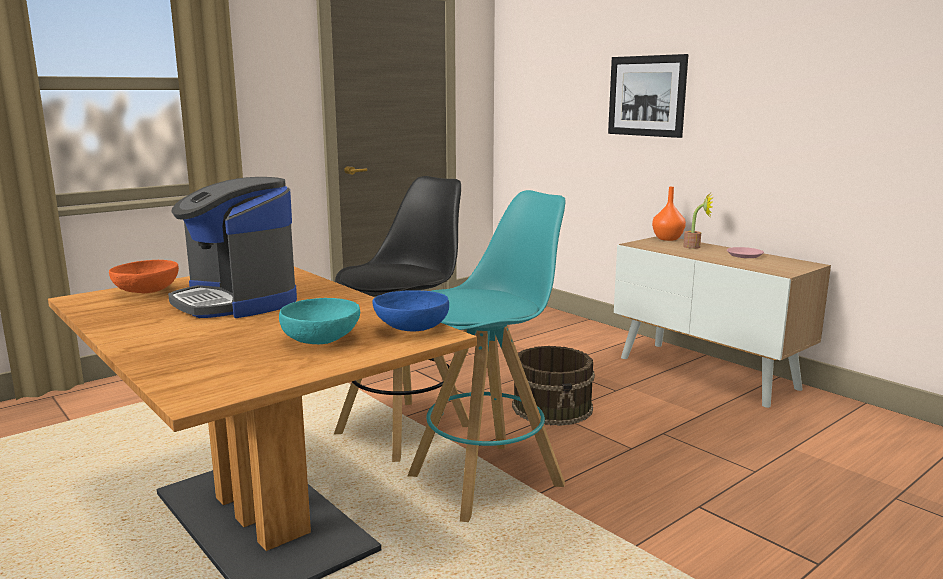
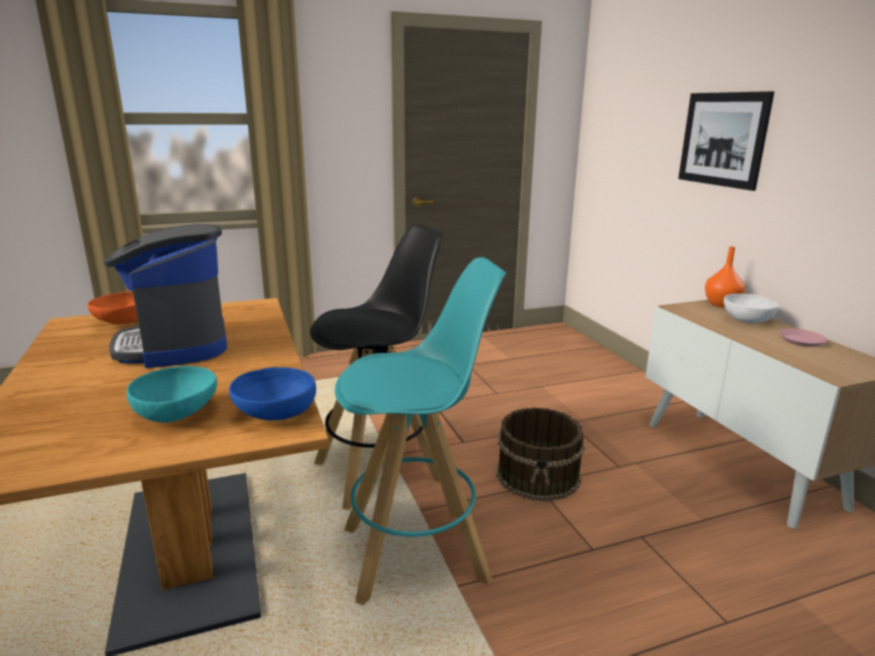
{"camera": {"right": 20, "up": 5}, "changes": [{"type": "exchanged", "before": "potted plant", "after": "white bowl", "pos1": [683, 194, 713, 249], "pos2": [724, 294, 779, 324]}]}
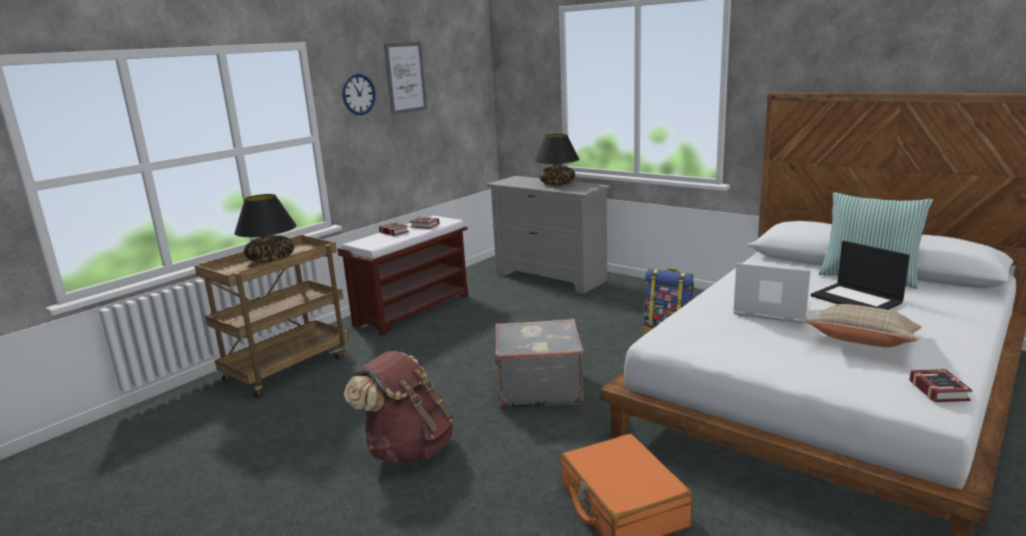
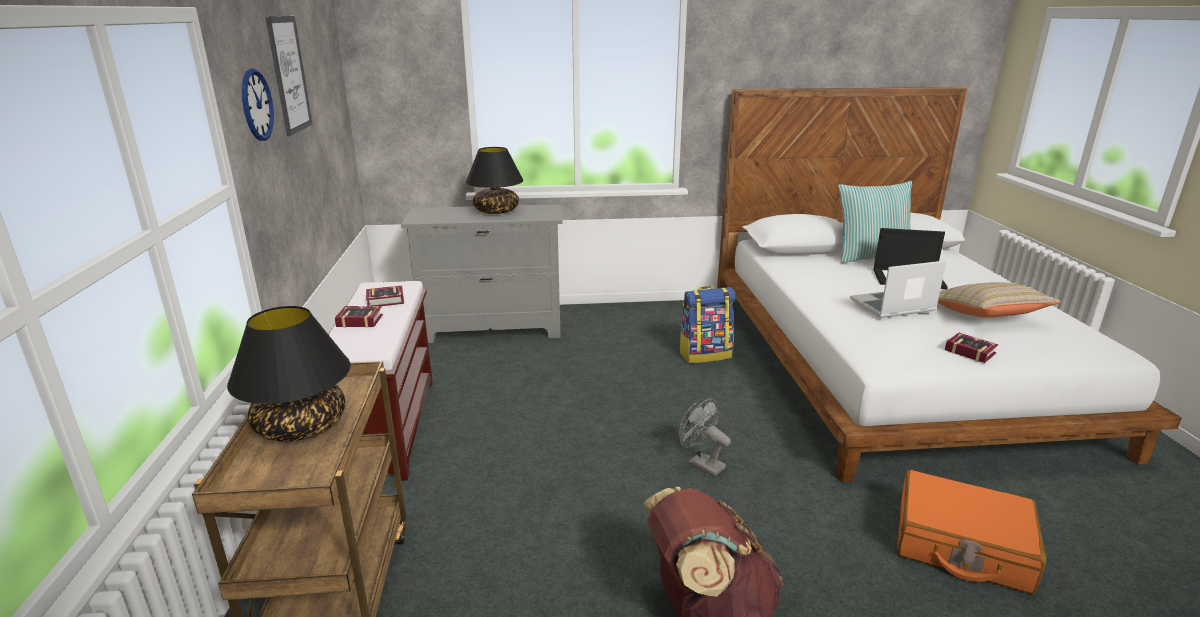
{"camera": {"right": -45, "up": 5}, "changes": [{"type": "exchanged", "before": "grey suitcase", "after": "grey fan", "pos1": [495, 319, 584, 409], "pos2": [679, 398, 731, 476]}, {"type": "relocated", "before": "book", "pos1": [909, 369, 973, 402], "pos2": [945, 332, 998, 363]}]}
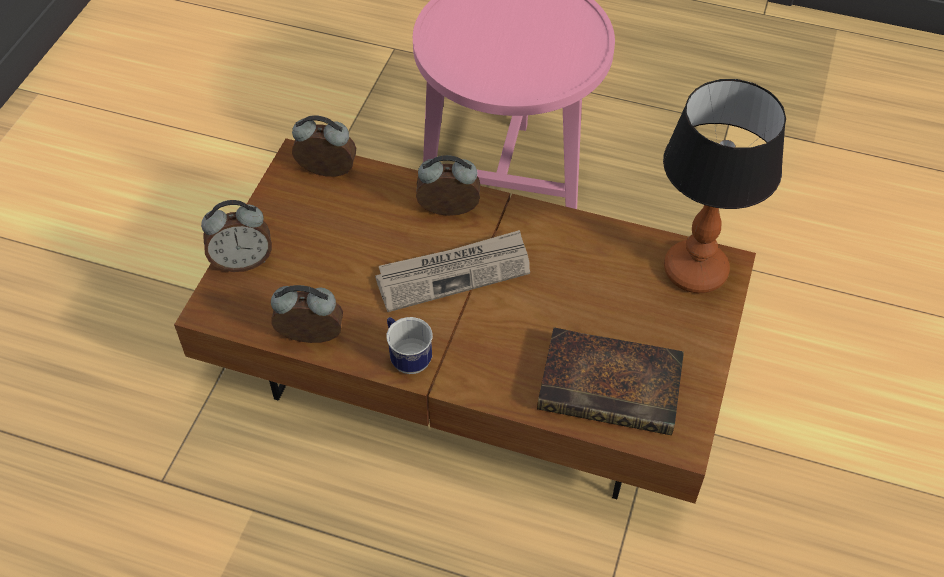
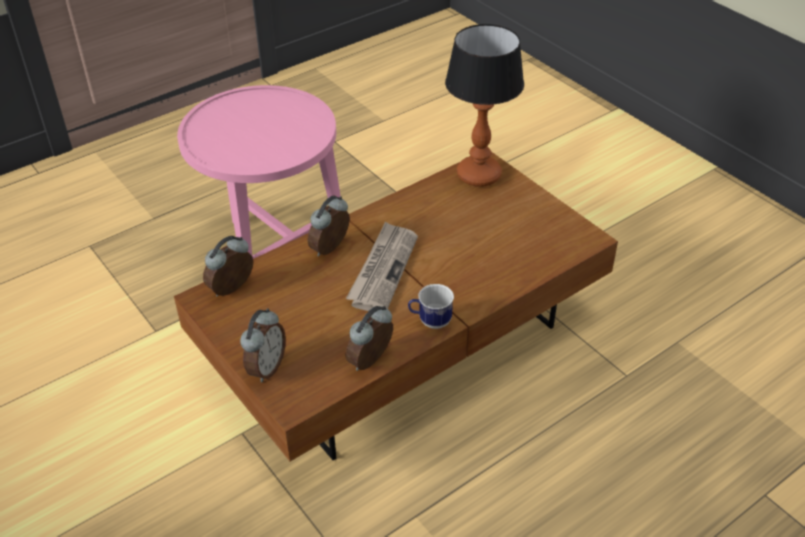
{"camera": {"right": -55, "up": -10}, "changes": [{"type": "missing", "before": "book", "pos1": [537, 327, 684, 435]}]}
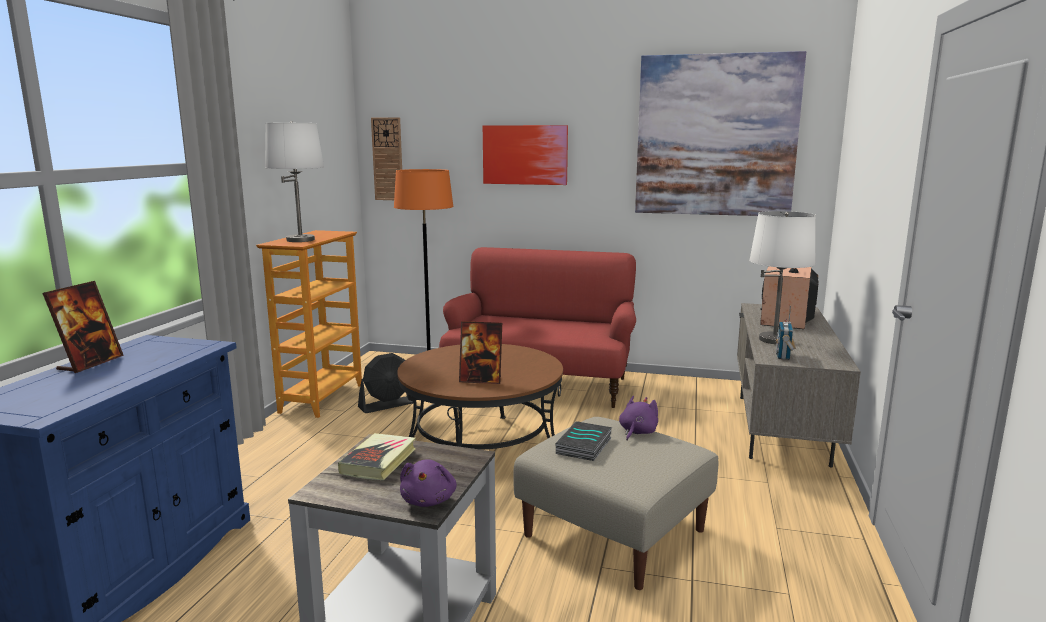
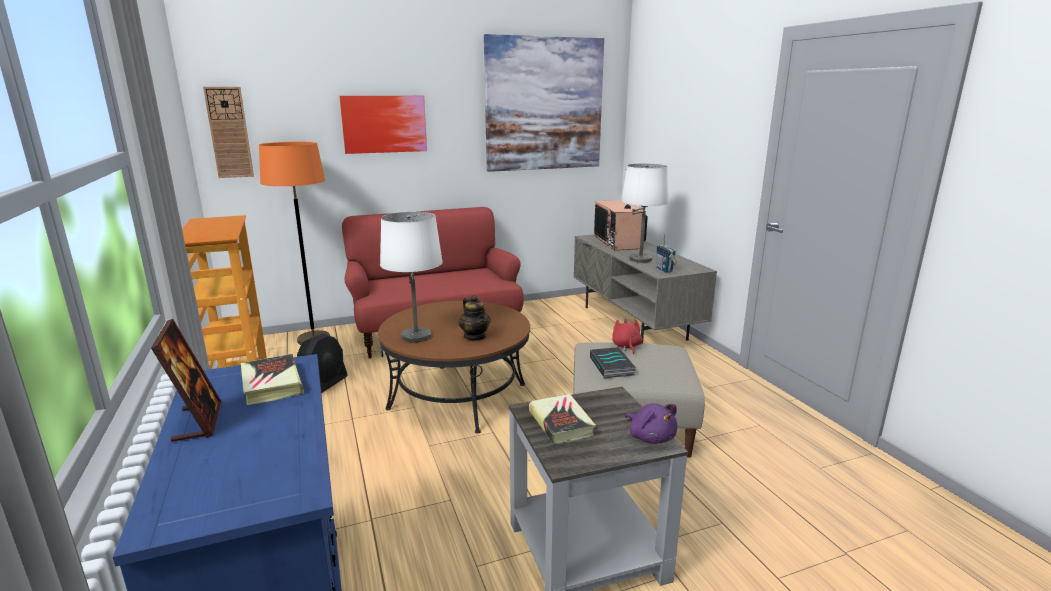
{"camera": {"right": -35, "up": 5}, "changes": [{"type": "appeared", "after": "book", "pos2": [241, 354, 304, 405]}, {"type": "relocated", "before": "white table lamp", "pos1": [265, 121, 324, 242], "pos2": [380, 212, 443, 342]}, {"type": "exchanged", "before": "picture frame", "after": "teapot", "pos1": [459, 321, 502, 384], "pos2": [459, 295, 490, 340]}, {"type": "colour", "before": "purple plush toy", "after": "red plush toy", "pos1": [619, 396, 658, 441], "pos2": [612, 318, 643, 355]}]}
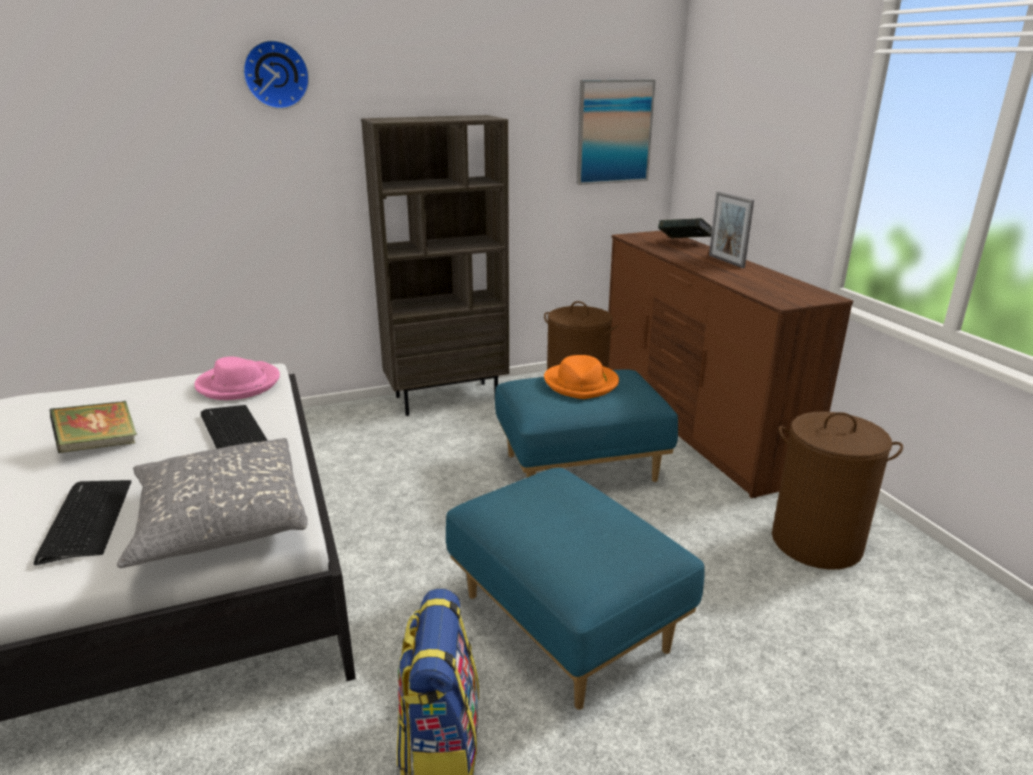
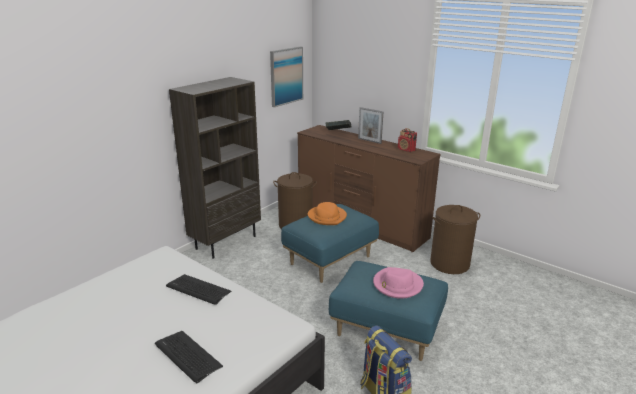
{"camera": {"right": -30, "up": 0}, "changes": [{"type": "relocated", "before": "pink hat", "pos1": [194, 356, 280, 400], "pos2": [373, 267, 424, 299]}, {"type": "appeared", "after": "radio", "pos2": [398, 128, 417, 152]}, {"type": "missing", "before": "book", "pos1": [49, 401, 137, 453]}, {"type": "missing", "before": "grey pillow", "pos1": [117, 438, 308, 568]}, {"type": "missing", "before": "wall clock", "pos1": [243, 40, 310, 109]}]}
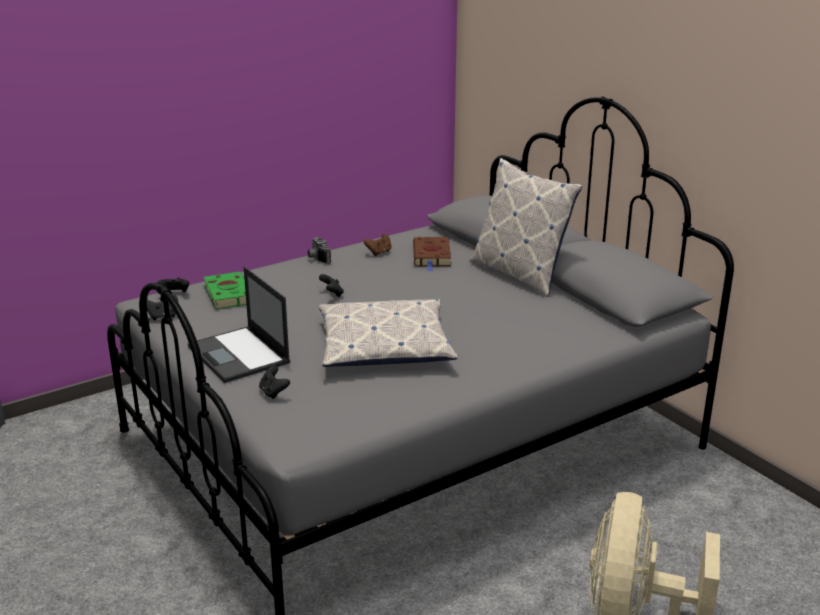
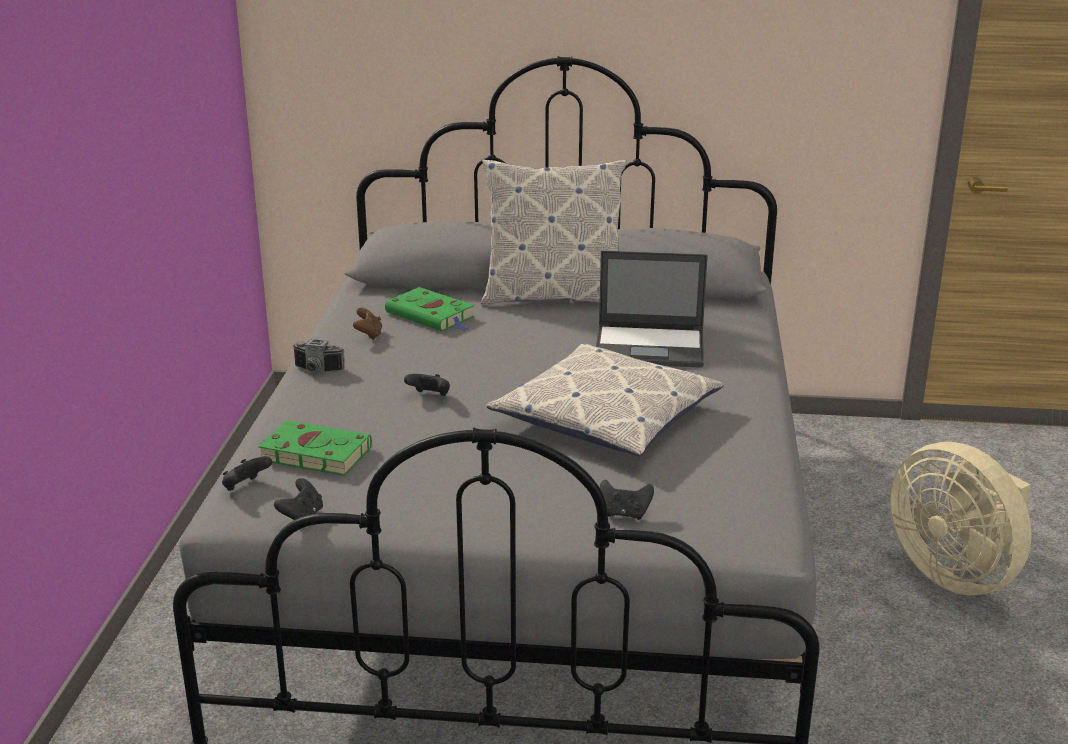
{"camera": {"right": -50, "up": 0}, "changes": [{"type": "colour", "before": "brown book", "after": "green book", "pos1": [413, 237, 451, 271], "pos2": [385, 287, 474, 331]}, {"type": "relocated", "before": "laptop", "pos1": [188, 267, 290, 383], "pos2": [596, 251, 708, 368]}]}
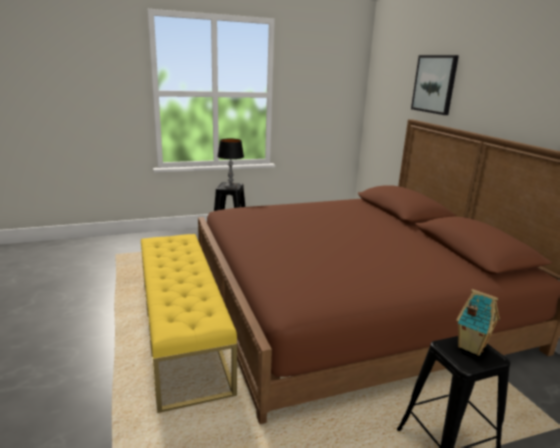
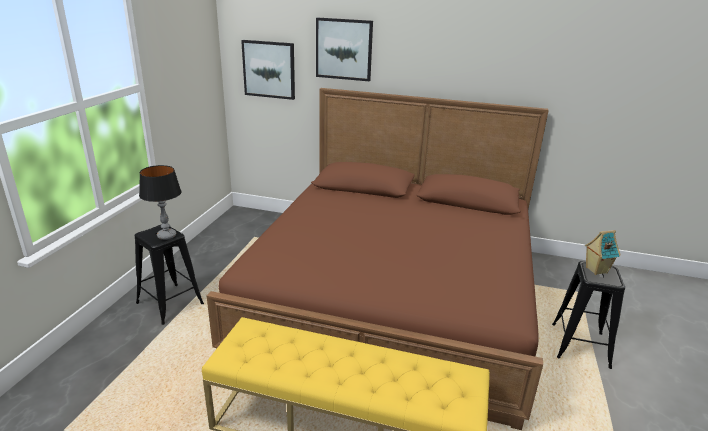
{"camera": {"right": -55, "up": 5}, "changes": [{"type": "appeared", "after": "picture", "pos2": [241, 40, 295, 100]}]}
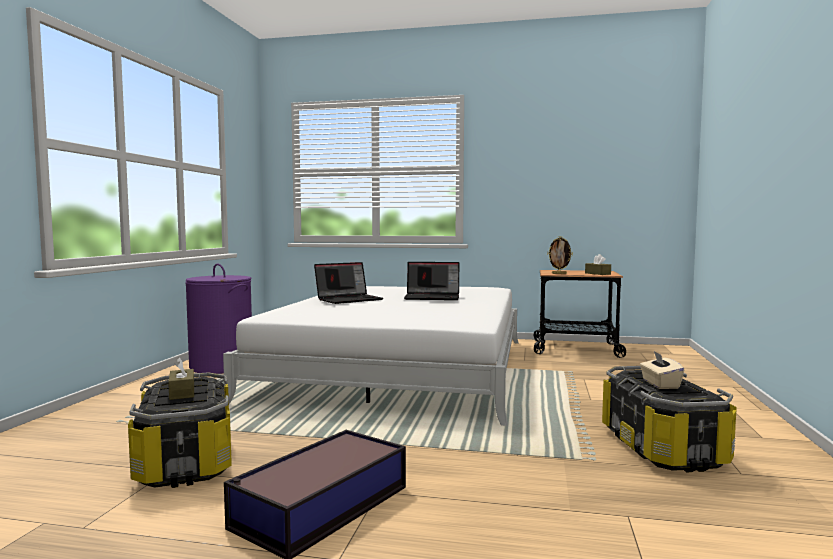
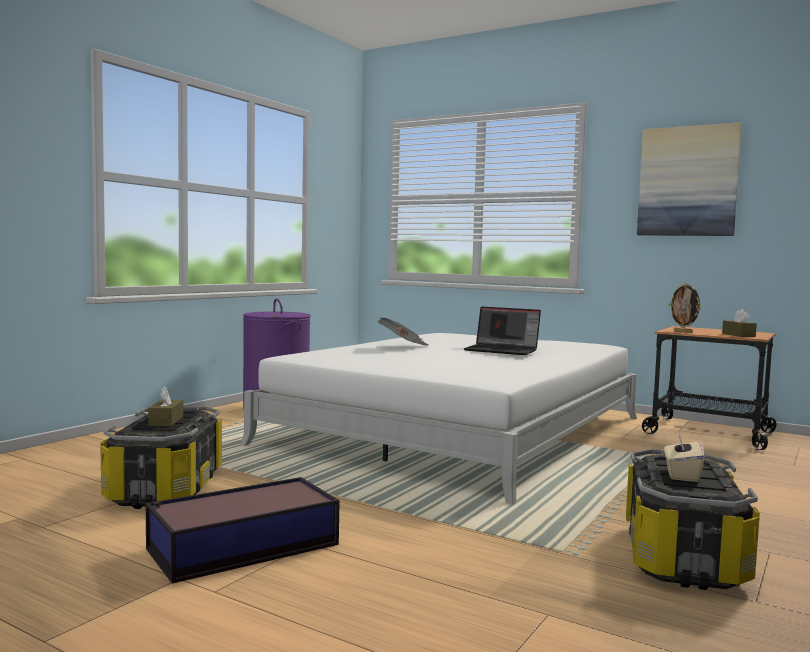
{"camera": {"right": 20, "up": 0}, "changes": [{"type": "exchanged", "before": "laptop", "after": "newspaper", "pos1": [314, 262, 383, 304], "pos2": [378, 318, 429, 346]}, {"type": "appeared", "after": "picture", "pos2": [637, 122, 742, 236]}]}
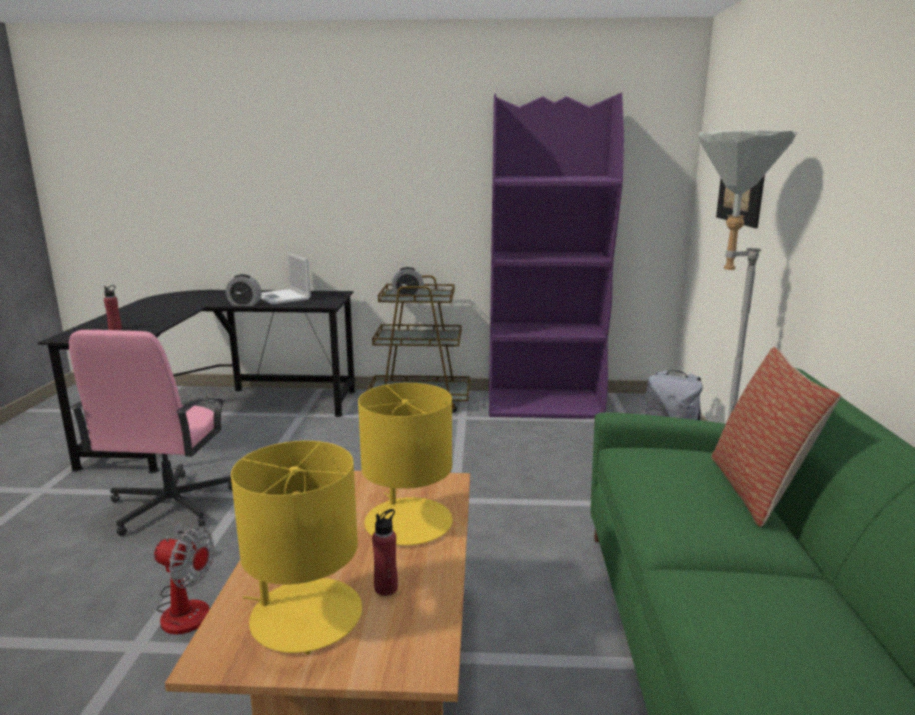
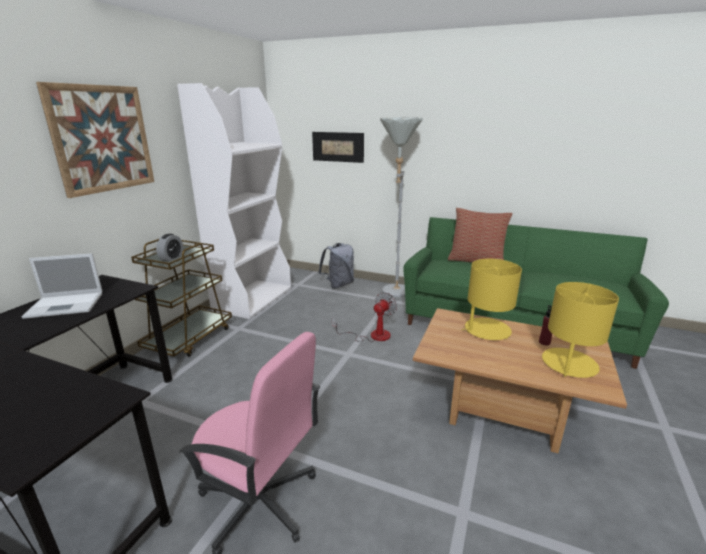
{"camera": {"right": -70, "up": 5}, "changes": [{"type": "appeared", "after": "picture", "pos2": [36, 82, 154, 198]}, {"type": "colour", "before": "purple bookcase", "after": "white bookcase", "pos1": [489, 93, 624, 419], "pos2": [177, 83, 291, 319]}, {"type": "relocated", "before": "fan", "pos1": [154, 521, 215, 634], "pos2": [332, 292, 397, 342]}, {"type": "missing", "before": "red bottle", "pos1": [104, 285, 122, 330]}, {"type": "missing", "before": "alarm clock", "pos1": [226, 274, 262, 306]}]}
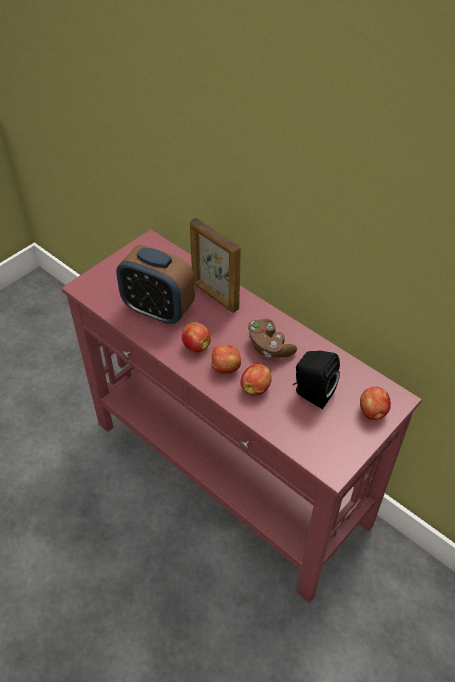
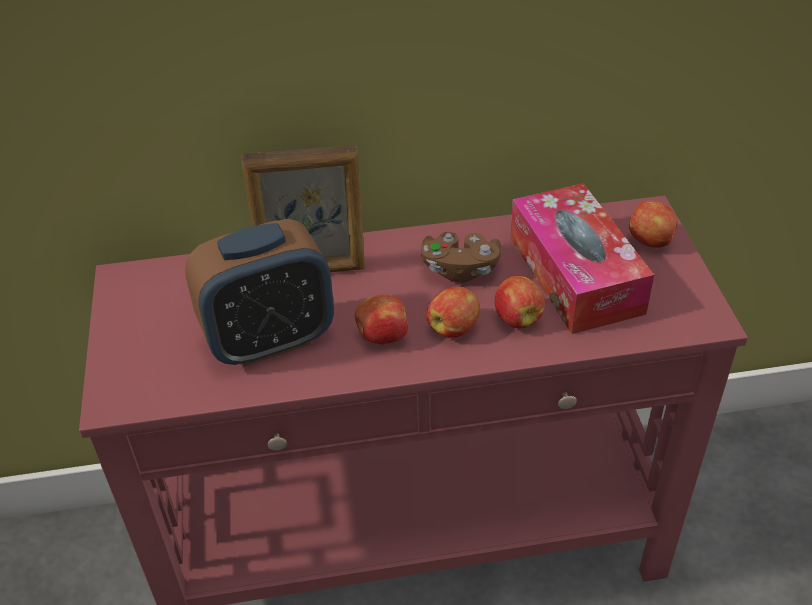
{"camera": {"right": -50, "up": -5}, "changes": [{"type": "exchanged", "before": "black speaker", "after": "tissue box", "pos1": [293, 351, 340, 409], "pos2": [510, 183, 654, 334]}]}
